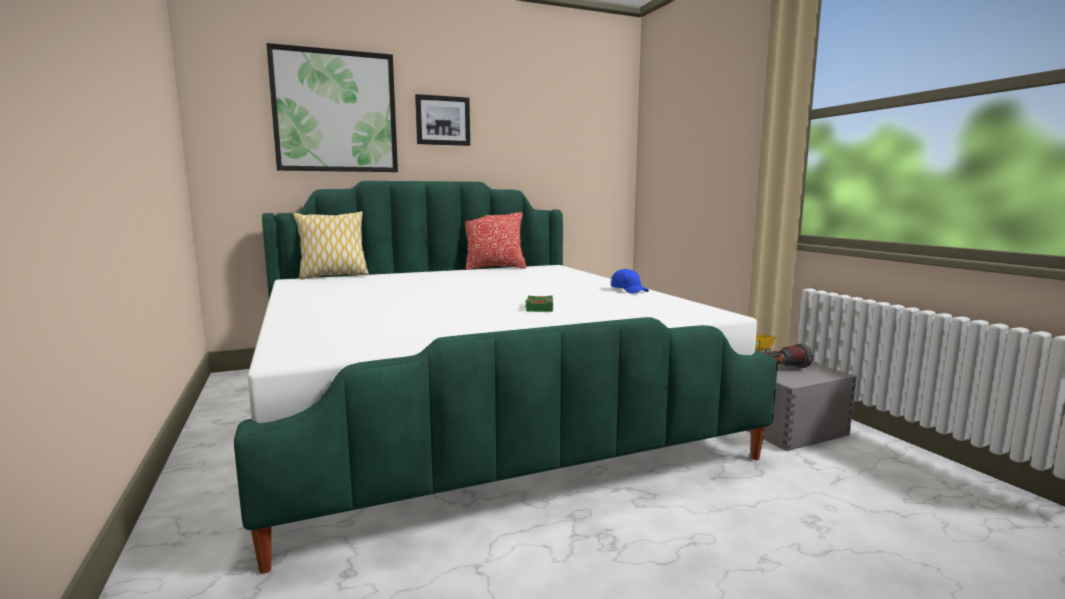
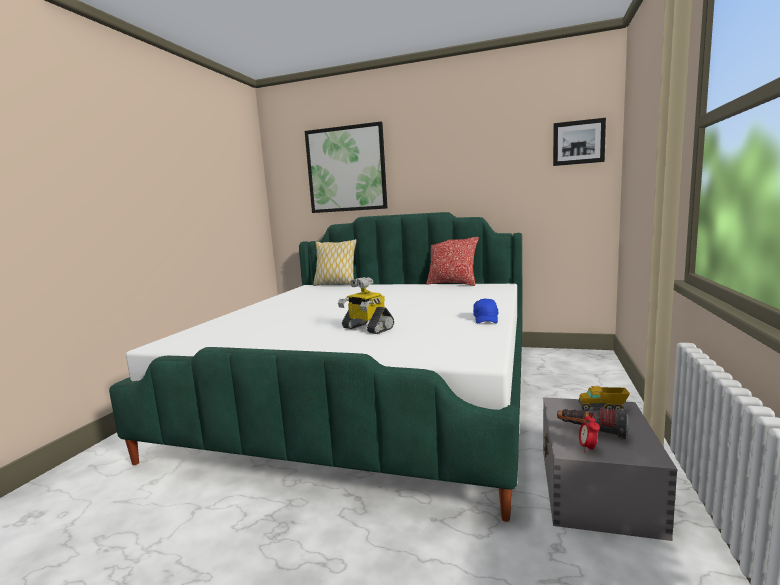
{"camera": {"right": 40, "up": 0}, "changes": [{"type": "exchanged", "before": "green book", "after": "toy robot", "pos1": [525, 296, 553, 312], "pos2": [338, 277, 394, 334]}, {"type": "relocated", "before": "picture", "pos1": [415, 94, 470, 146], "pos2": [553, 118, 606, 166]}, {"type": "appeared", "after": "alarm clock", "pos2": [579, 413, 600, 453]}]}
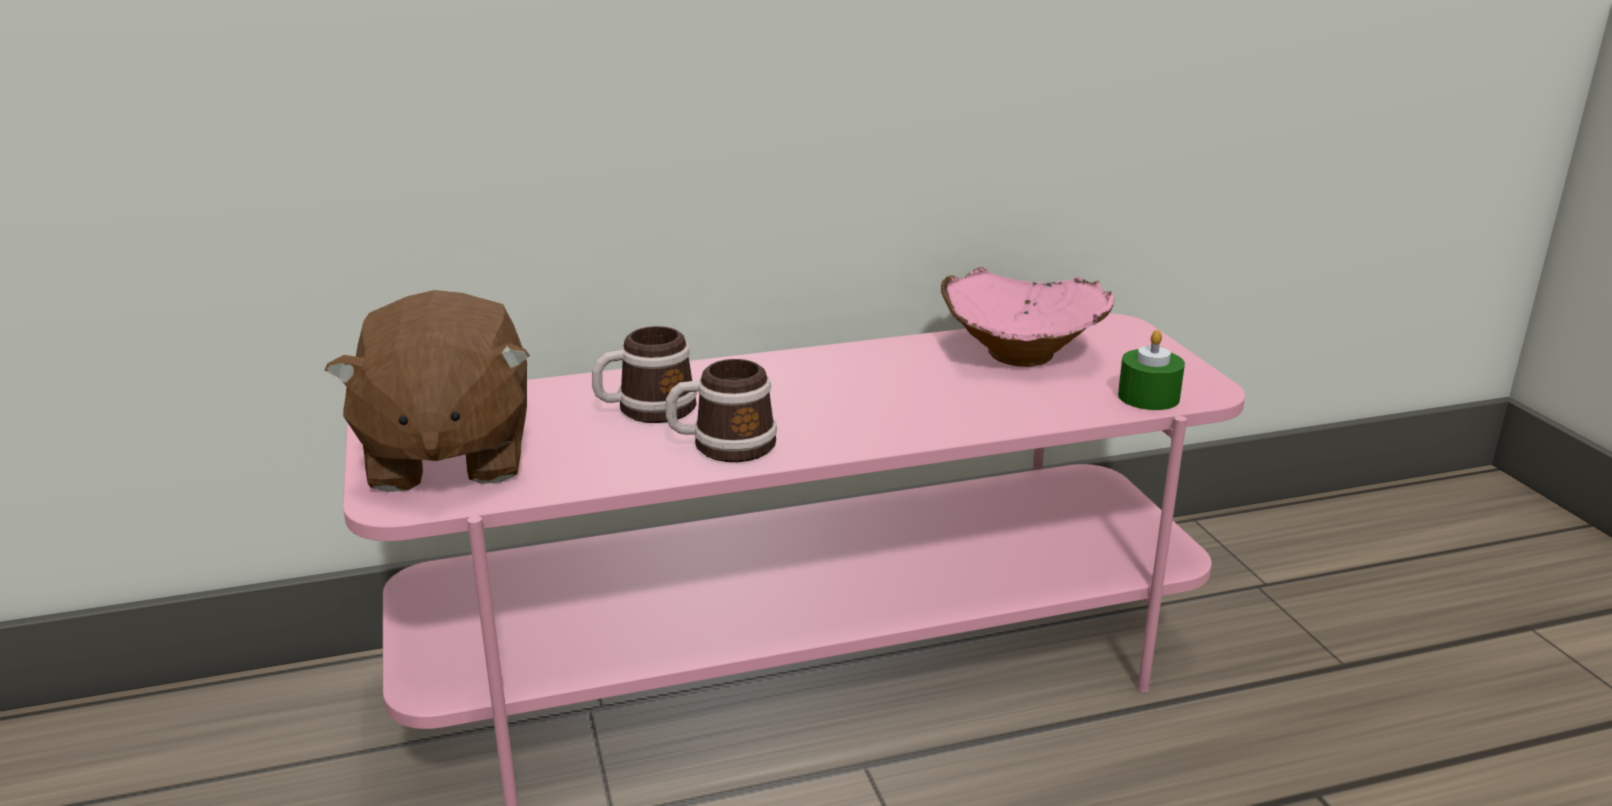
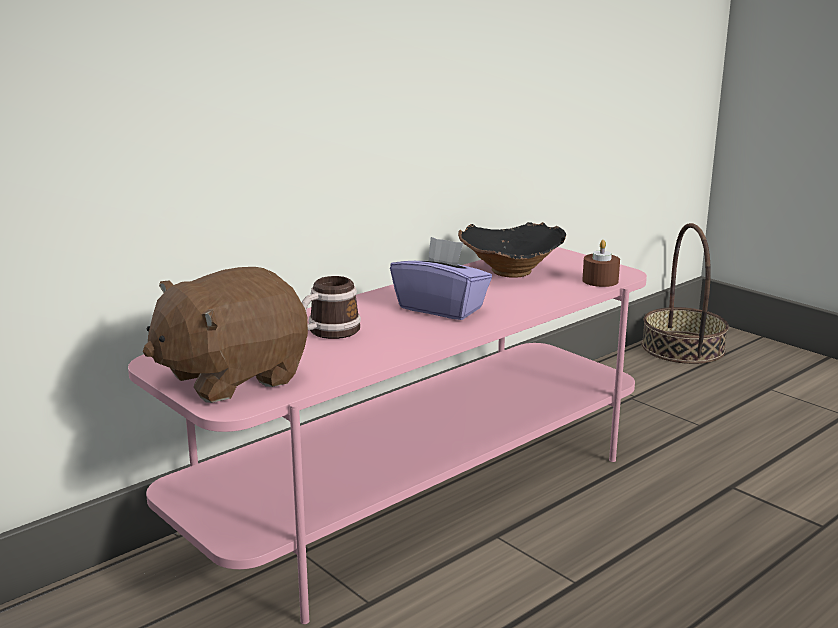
{"camera": {"right": -25, "up": -5}, "changes": [{"type": "spun", "before": "brown plush toy", "pos1": [324, 290, 530, 492], "pos2": [143, 267, 308, 403], "turn": 90}, {"type": "appeared", "after": "purple tissue box", "pos2": [390, 237, 492, 320]}, {"type": "colour", "before": "pink bowl", "after": "black bowl", "pos1": [941, 267, 1114, 367], "pos2": [458, 222, 566, 278]}, {"type": "colour", "before": "green candle", "after": "brown candle", "pos1": [1118, 330, 1185, 410], "pos2": [582, 240, 620, 287]}, {"type": "appeared", "after": "basket", "pos2": [642, 223, 729, 364]}, {"type": "missing", "before": "mug", "pos1": [666, 359, 777, 462]}]}
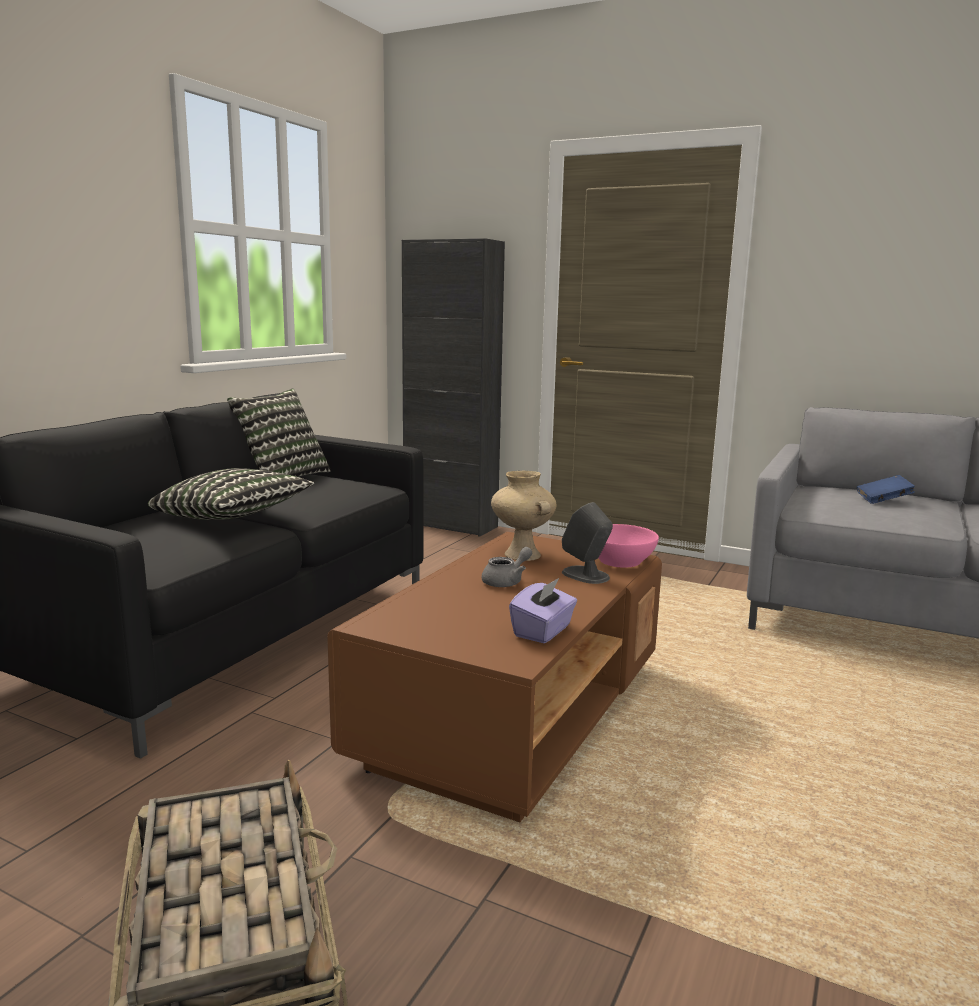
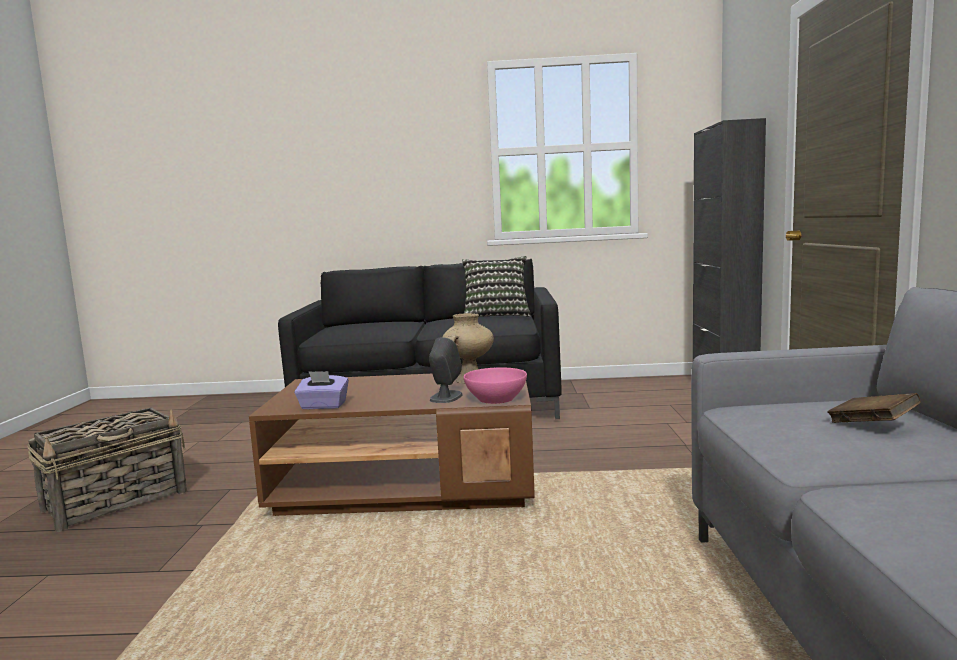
{"camera": {"right": 65, "up": -5}, "changes": [{"type": "colour", "before": "blue book", "after": "brown book", "pos1": [857, 475, 915, 504], "pos2": [827, 393, 921, 423]}, {"type": "missing", "before": "pillow", "pos1": [148, 468, 314, 520]}, {"type": "missing", "before": "grey teapot", "pos1": [482, 547, 532, 587]}]}
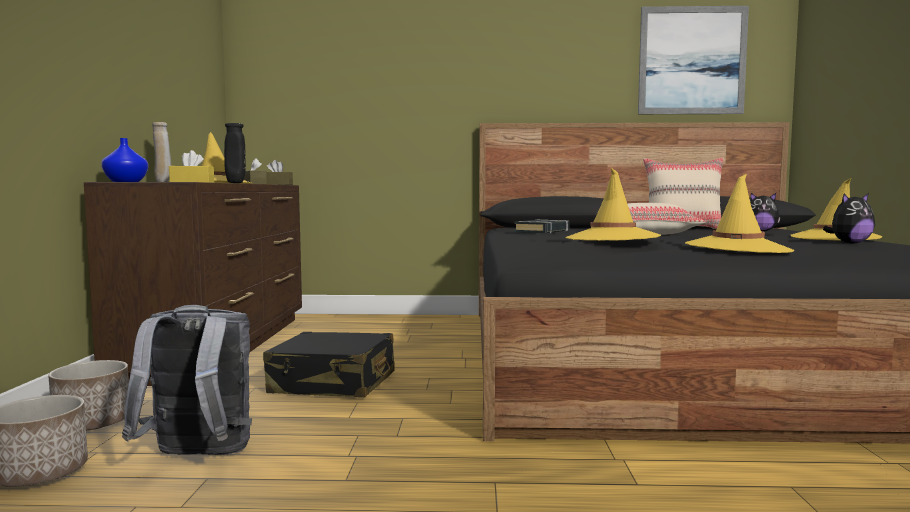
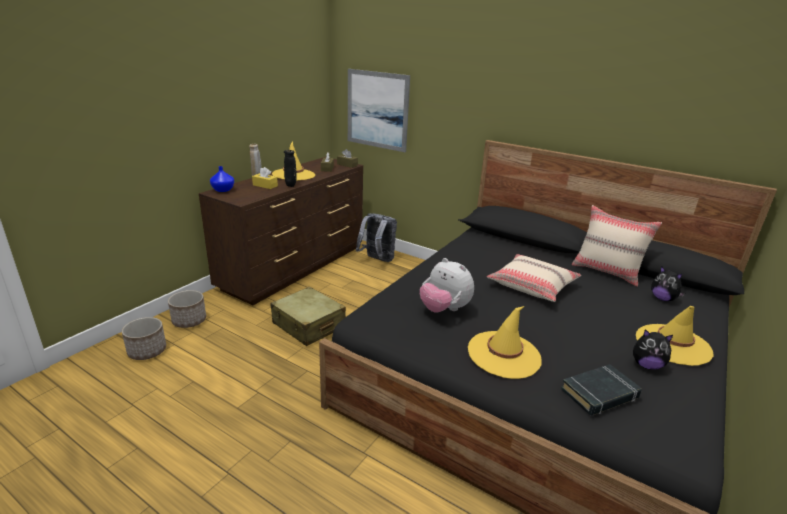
{"camera": {"right": 30, "up": 20}, "changes": [{"type": "colour", "before": "black suitcase", "after": "beige suitcase", "pos1": [263, 332, 395, 397], "pos2": [270, 287, 346, 346]}, {"type": "relocated", "before": "picture", "pos1": [638, 6, 749, 114], "pos2": [348, 69, 410, 152]}, {"type": "relocated", "before": "grey backpack", "pos1": [122, 305, 252, 455], "pos2": [356, 214, 397, 262]}, {"type": "exchanged", "before": "yellow hat", "after": "plush toy", "pos1": [565, 168, 661, 241], "pos2": [420, 258, 474, 313]}, {"type": "relocated", "before": "black book", "pos1": [514, 220, 569, 233], "pos2": [561, 364, 642, 416]}]}
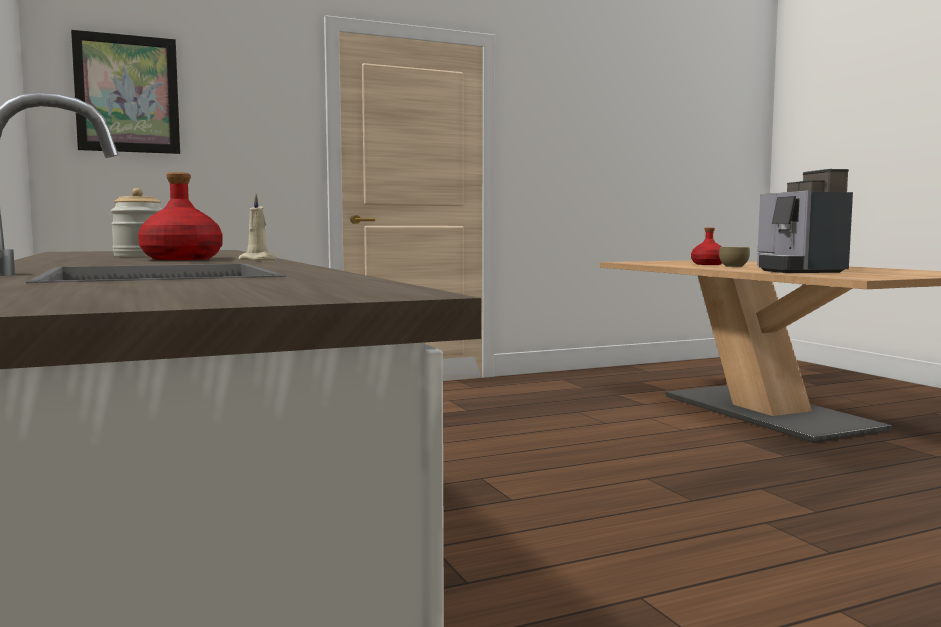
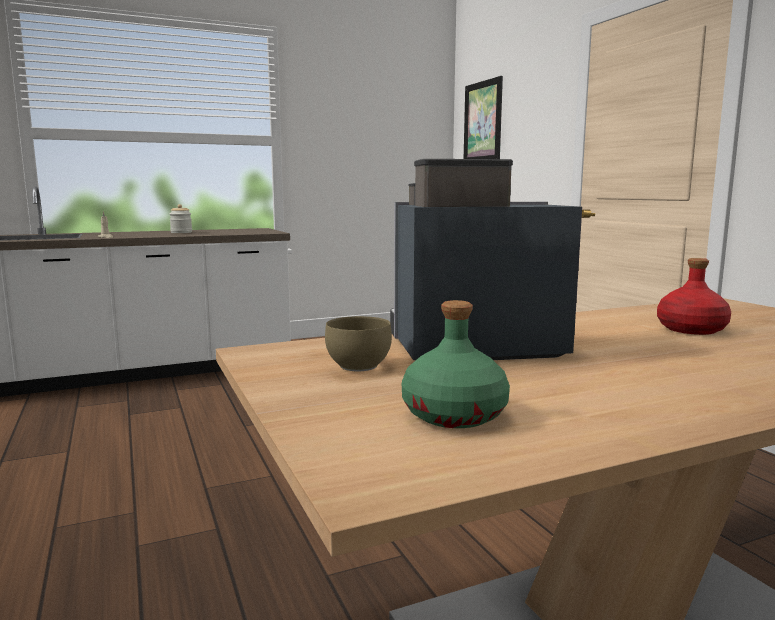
{"camera": {"right": 90, "up": 5}, "changes": [{"type": "relocated", "before": "brown bowl", "pos1": [719, 247, 750, 267], "pos2": [325, 316, 392, 371]}, {"type": "appeared", "after": "green bottle", "pos2": [402, 300, 510, 428]}, {"type": "missing", "before": "red bottle", "pos1": [138, 172, 223, 260]}]}
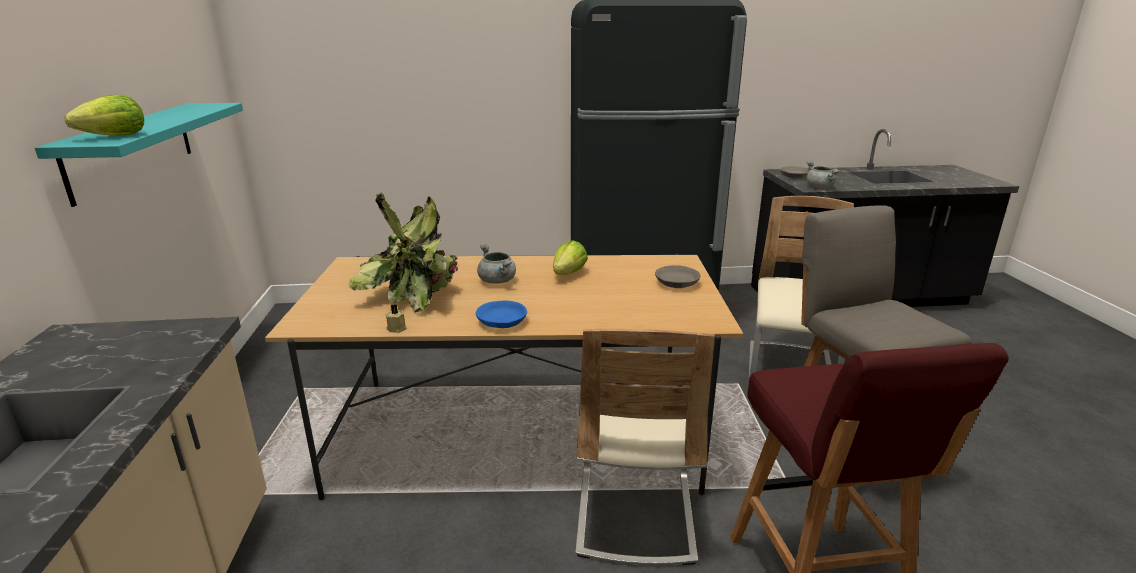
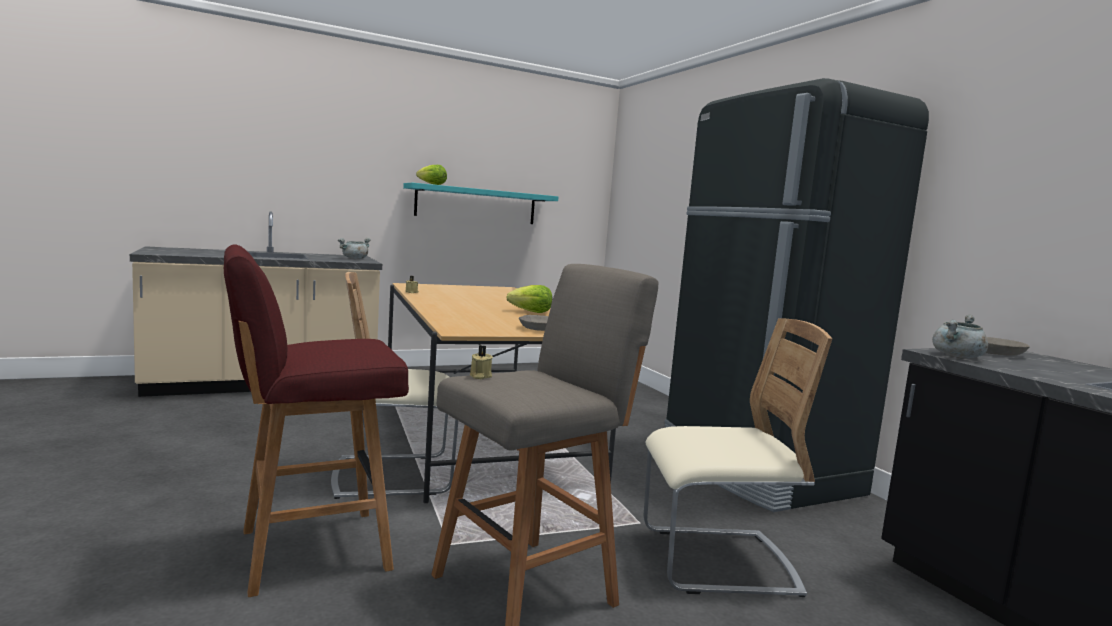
{"camera": {"right": 70, "up": -15}, "changes": [{"type": "relocated", "before": "grey cooking pot", "pos1": [477, 244, 516, 284], "pos2": [338, 238, 371, 259]}, {"type": "appeared", "after": "beige candle", "pos2": [469, 346, 493, 379]}, {"type": "missing", "before": "potted plant", "pos1": [348, 192, 458, 312]}, {"type": "missing", "before": "blue bowl", "pos1": [476, 301, 527, 328]}]}
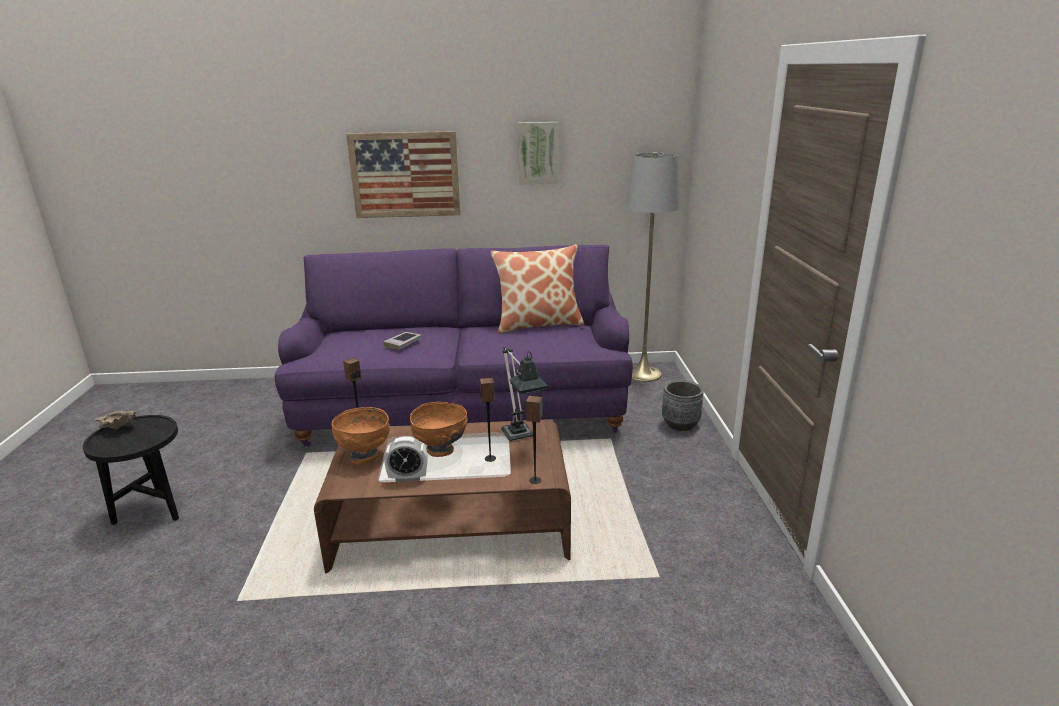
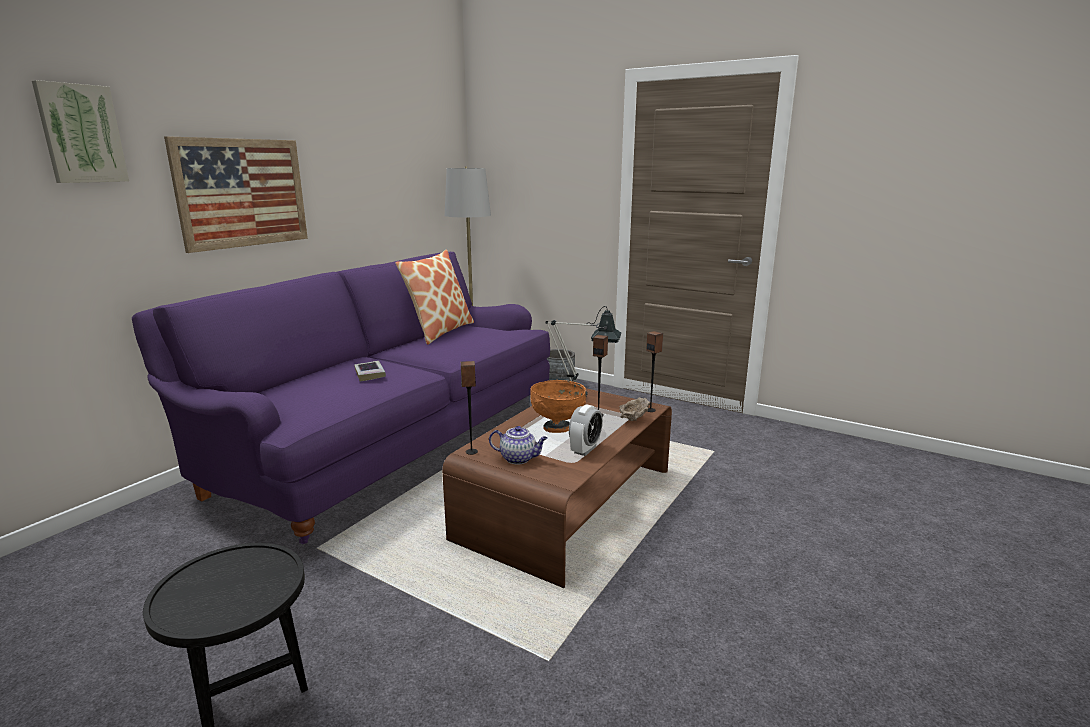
{"camera": {"right": -55, "up": -5}, "changes": [{"type": "relocated", "before": "picture", "pos1": [518, 122, 559, 184], "pos2": [32, 80, 129, 183]}, {"type": "exchanged", "before": "orange bowl", "after": "teapot", "pos1": [332, 407, 390, 464], "pos2": [489, 426, 548, 464]}, {"type": "relocated", "before": "beige bowl", "pos1": [95, 410, 136, 430], "pos2": [619, 397, 650, 421]}]}
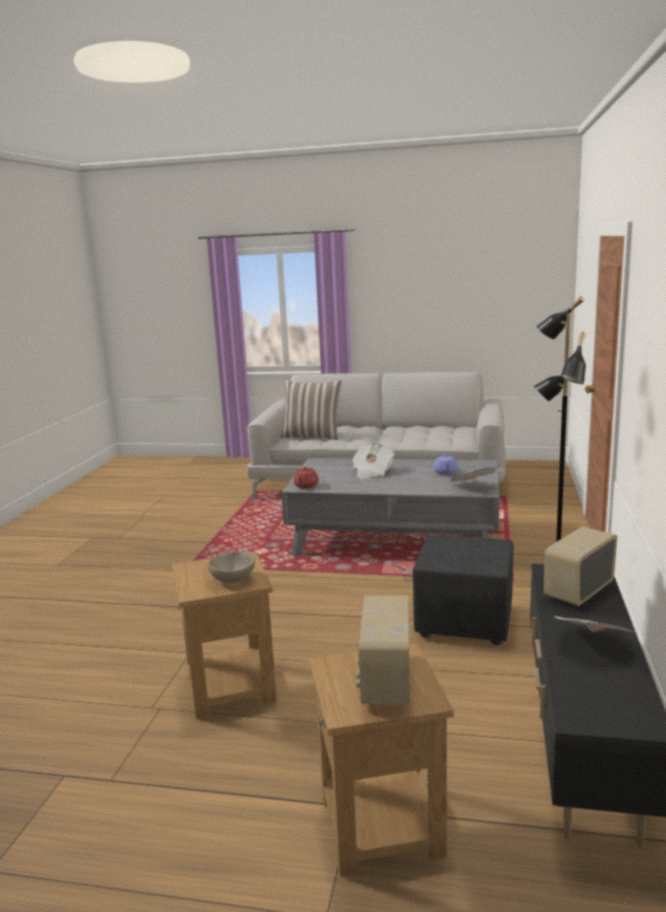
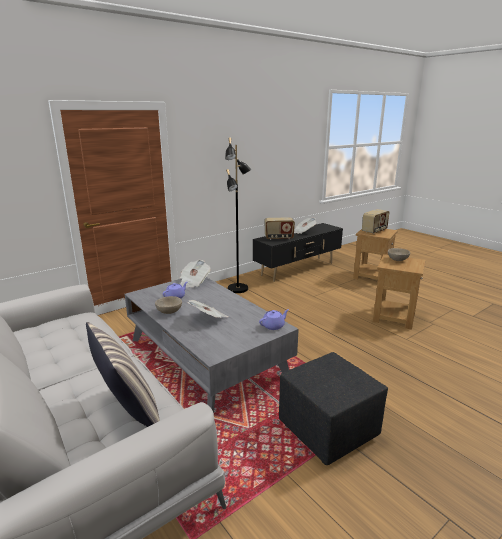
{"camera": {"right": -140, "up": 5}, "changes": [{"type": "appeared", "after": "beige bowl", "pos2": [155, 296, 182, 314]}, {"type": "colour", "before": "red teapot", "after": "purple teapot", "pos1": [294, 467, 319, 488], "pos2": [259, 309, 289, 330]}, {"type": "relocated", "before": "black ottoman", "pos1": [412, 534, 513, 645], "pos2": [279, 352, 388, 465]}]}
